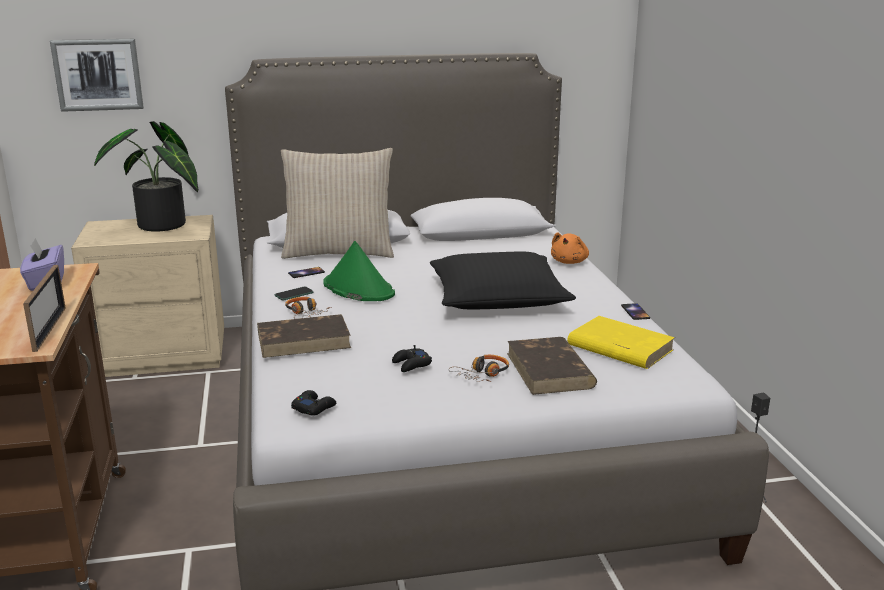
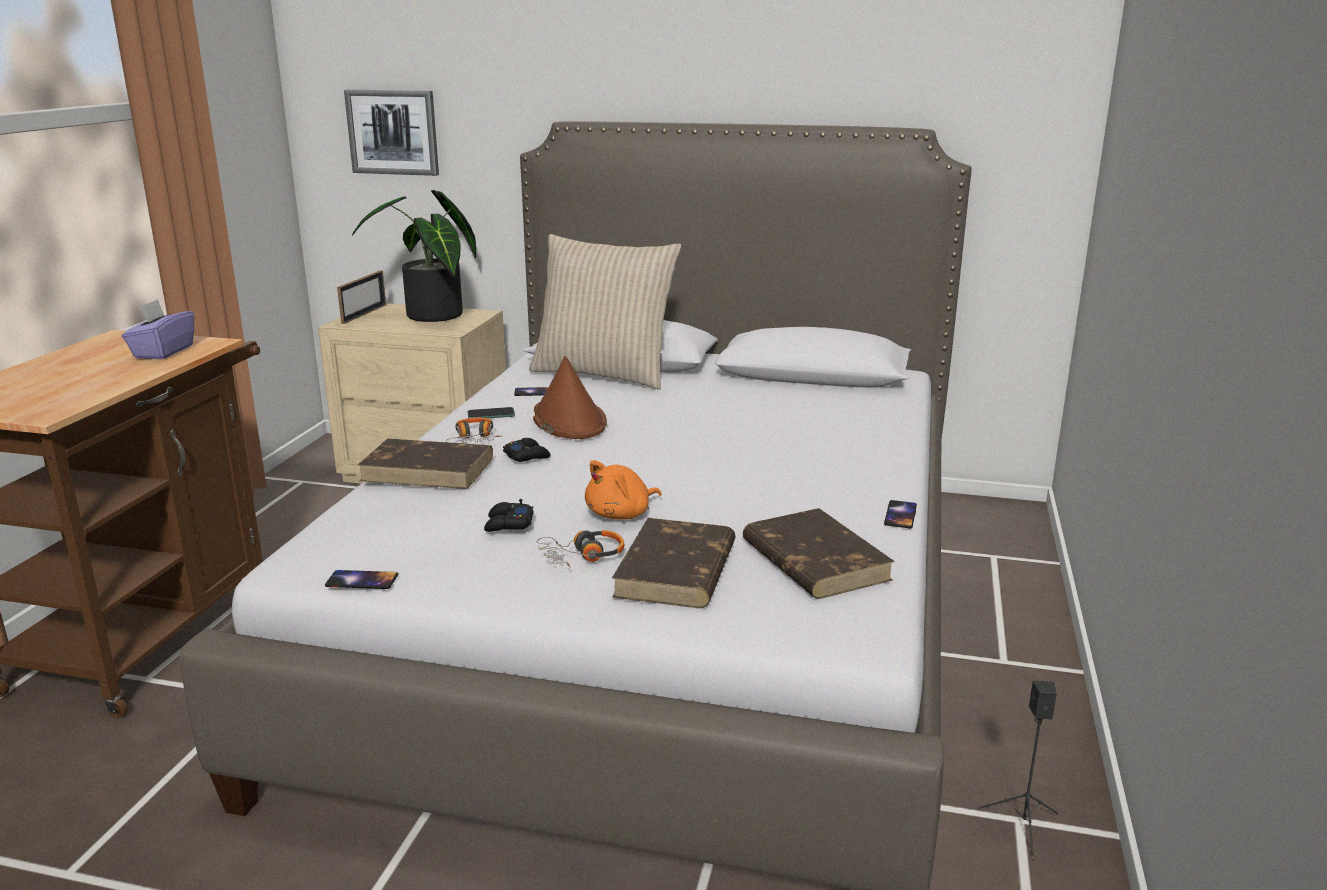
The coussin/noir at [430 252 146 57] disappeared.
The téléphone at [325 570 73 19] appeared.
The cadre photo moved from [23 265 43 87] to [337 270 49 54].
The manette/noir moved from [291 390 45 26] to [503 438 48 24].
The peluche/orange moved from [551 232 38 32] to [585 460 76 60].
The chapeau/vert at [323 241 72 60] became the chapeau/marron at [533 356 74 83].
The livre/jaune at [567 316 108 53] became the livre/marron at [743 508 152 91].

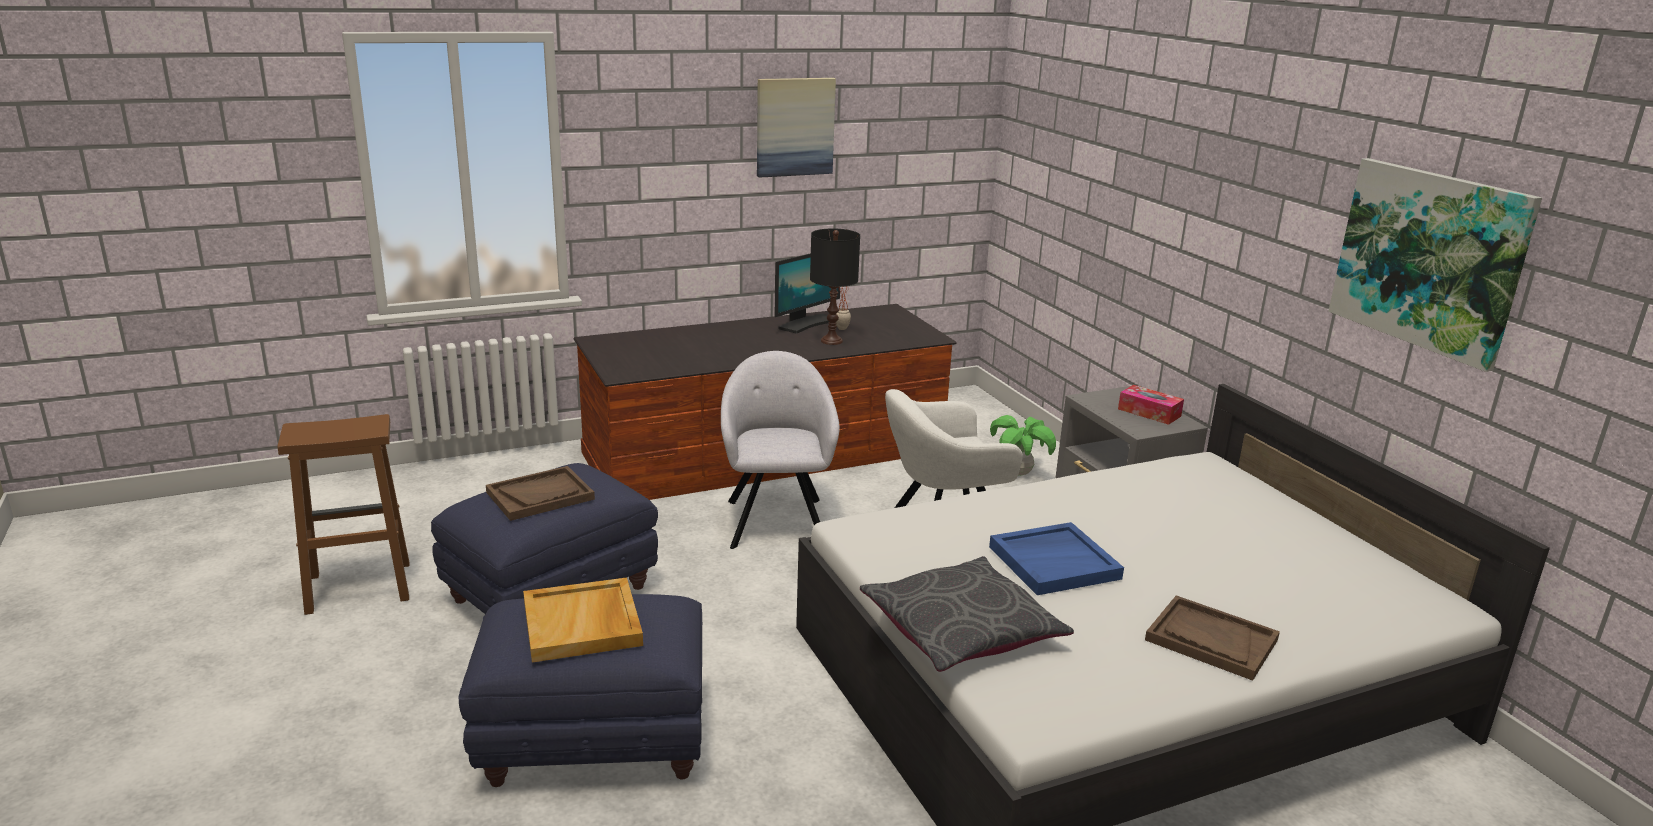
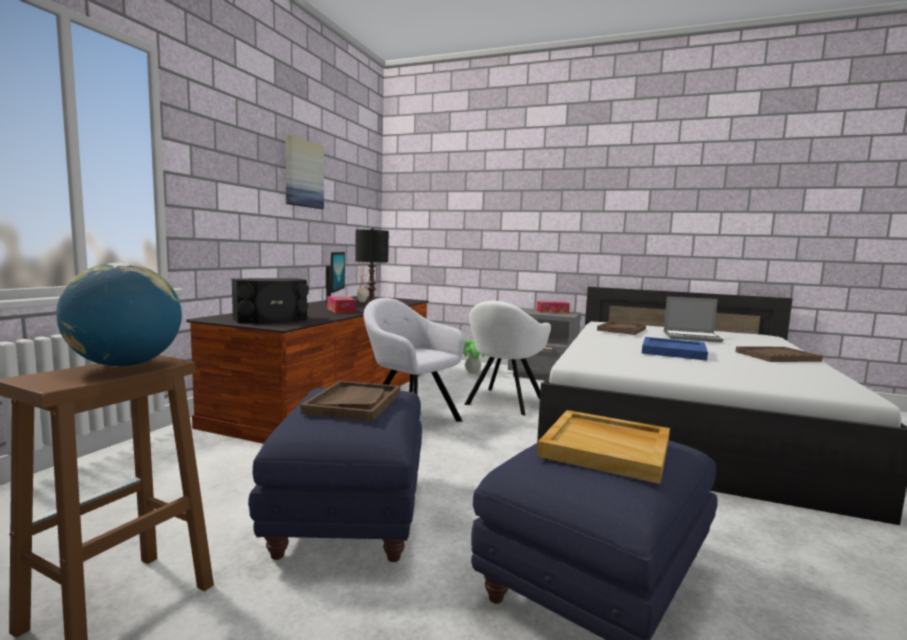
The coussin/gris at [860 556 214 116] disappeared.
The tableau at [1328 158 214 214] disappeared.
The globe at [56 263 126 104] appeared.
The enceinte/noir at [231 278 78 45] appeared.
The boîte à mouchoirs at [327 296 29 17] appeared.
The plateau/marron at [597 321 49 14] appeared.
The ordinateur portable at [663 296 61 46] appeared.

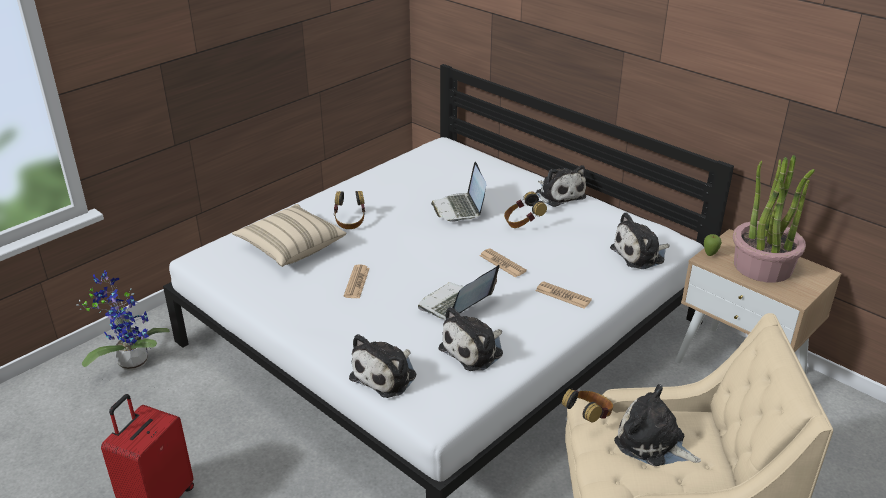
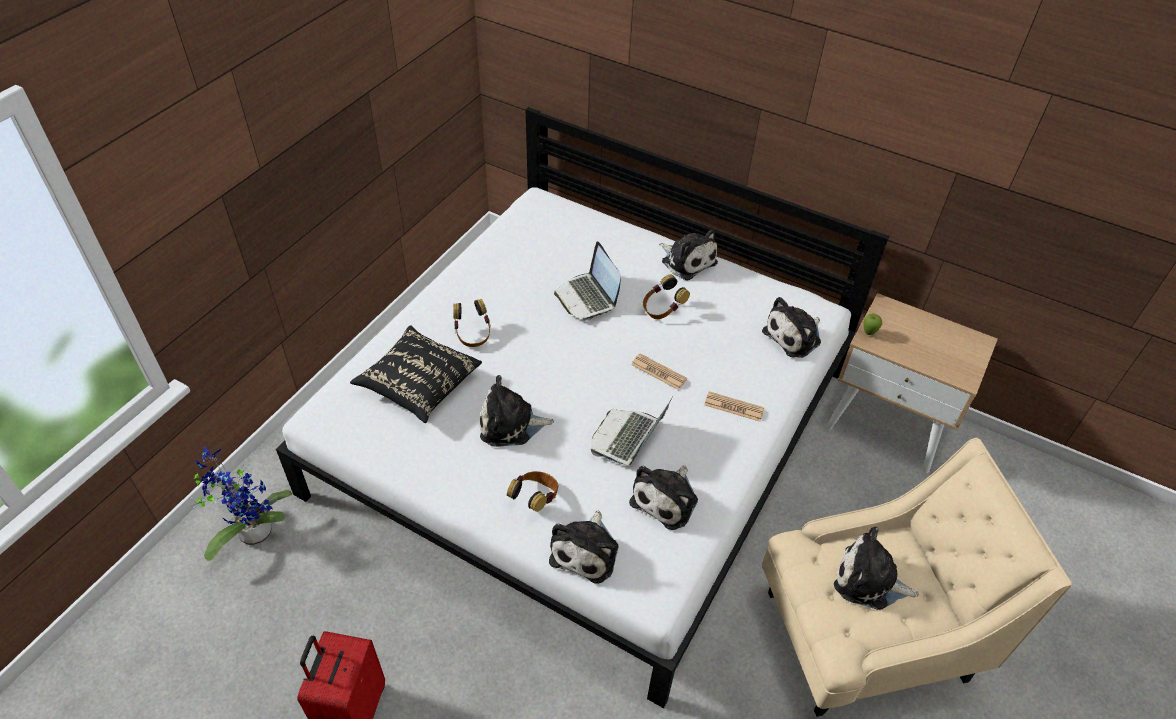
The plante en pot at [733 155 82 127] disappeared.
The casque audio moved from [562 389 51 34] to [507 471 51 41].
The journal at [344 265 26 34] was replaced by the peluche at [480 375 74 72].
The coussin/beige at [232 204 114 63] became the coussin/noir at [350 325 132 98].

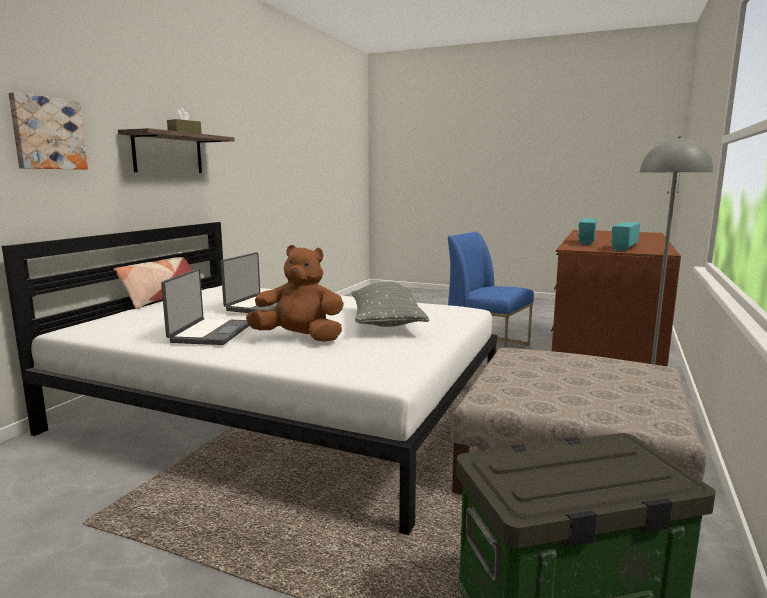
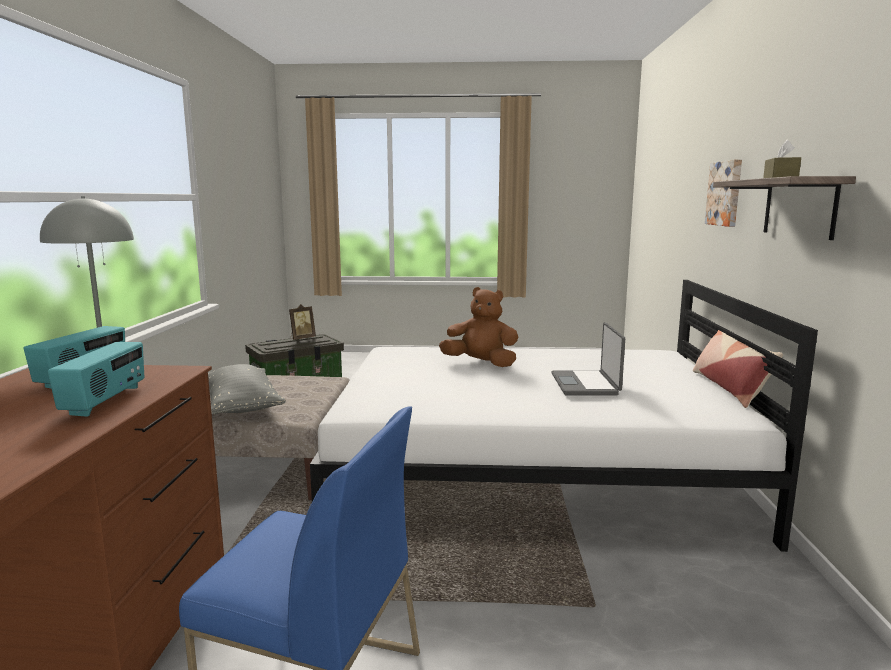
The ordinateur portable at [161 269 88 76] disappeared.
The cadre photo at [289 304 27 36] appeared.
The coussin/gris moved from [351 282 78 45] to [208 364 78 51].
The peluche/marron at [246 245 98 97] turned 150 degrees counterclockwise.

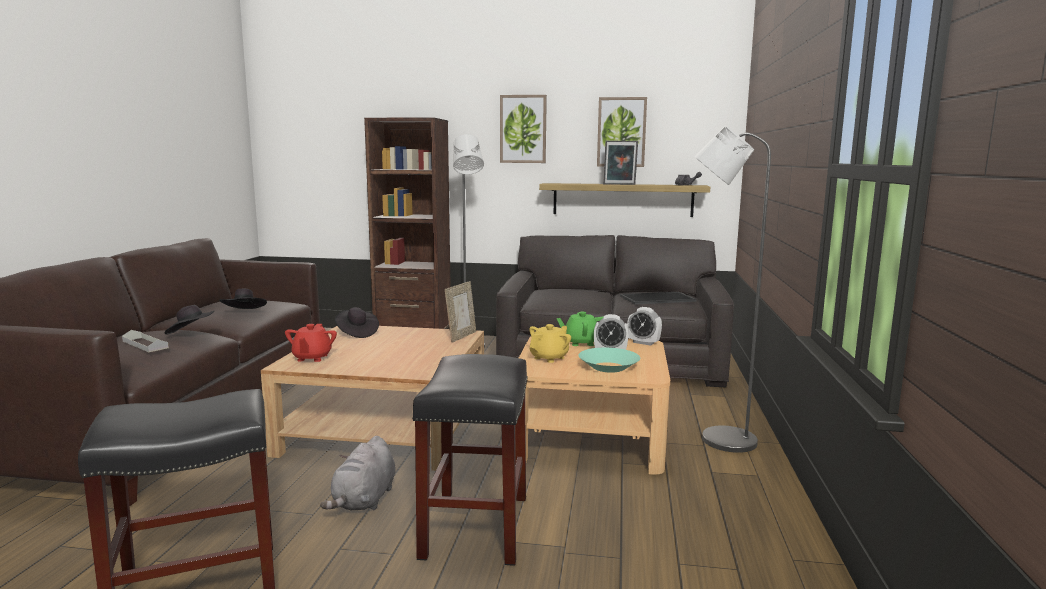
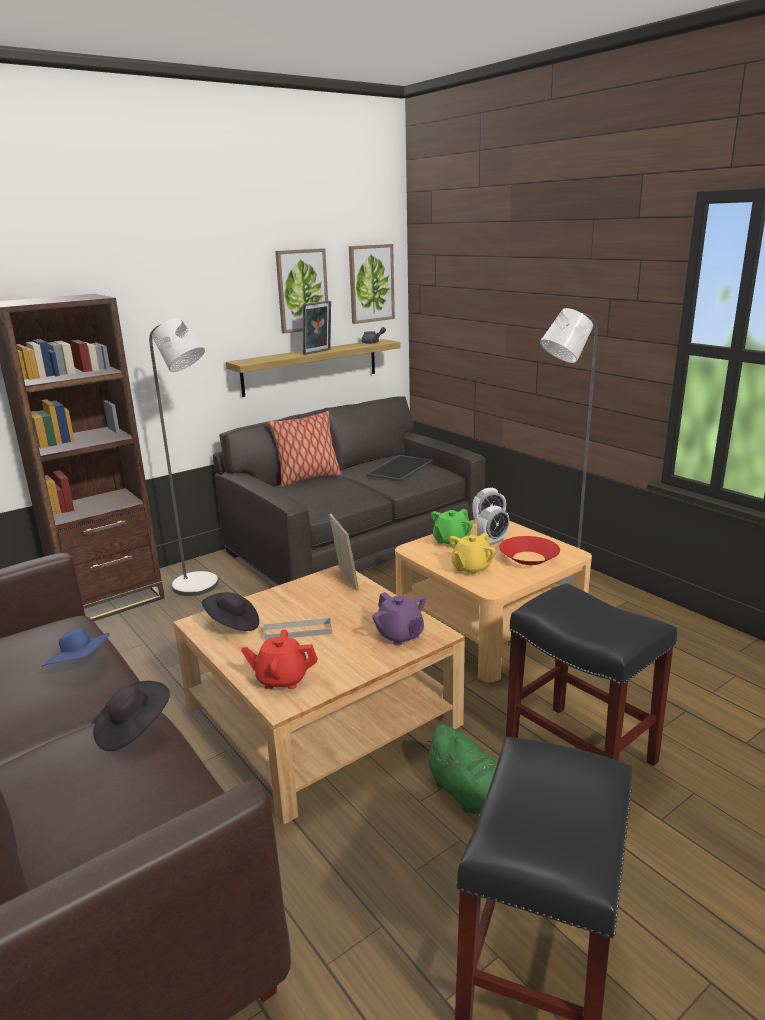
The coussin at [267 411 75 76] appeared.
The théière/violet at [372 592 54 54] appeared.
The plateau/gris moved from [122 330 47 22] to [264 617 68 23].
The tableau moved from [500 95 47 68] to [349 244 46 80].
The chapeau/noir at [219 288 48 21] became the chapeau/bleu at [41 628 69 39].
The peluche/gris at [320 436 75 74] became the peluche/vert at [423 724 74 90].
The bol/turquoise at [578 348 62 25] became the bol/rouge at [499 536 61 29].
The théière/rouge at [285 324 52 38] turned 135 degrees clockwise.
The théière/jaune at [529 324 42 39] turned 135 degrees counterclockwise.

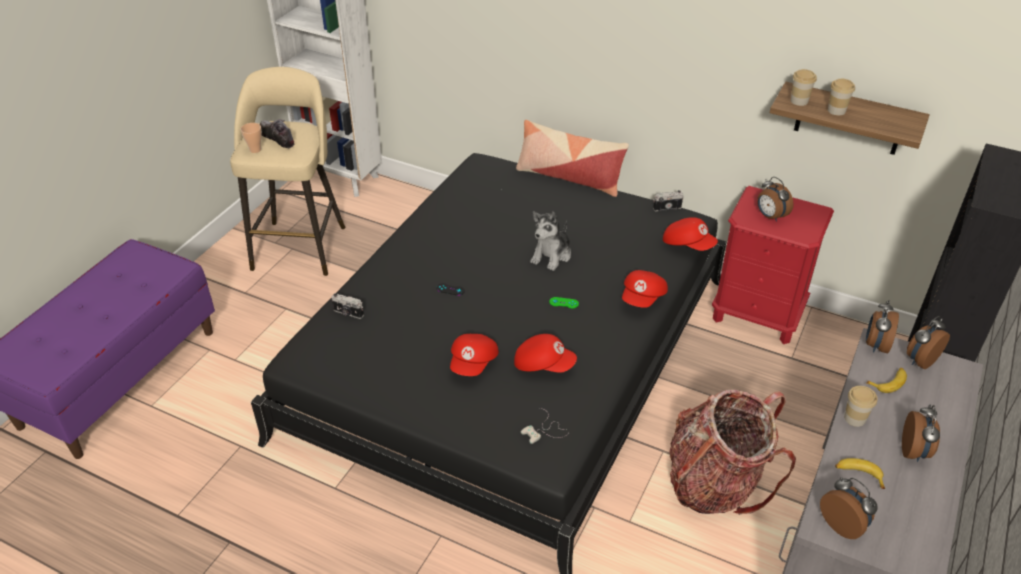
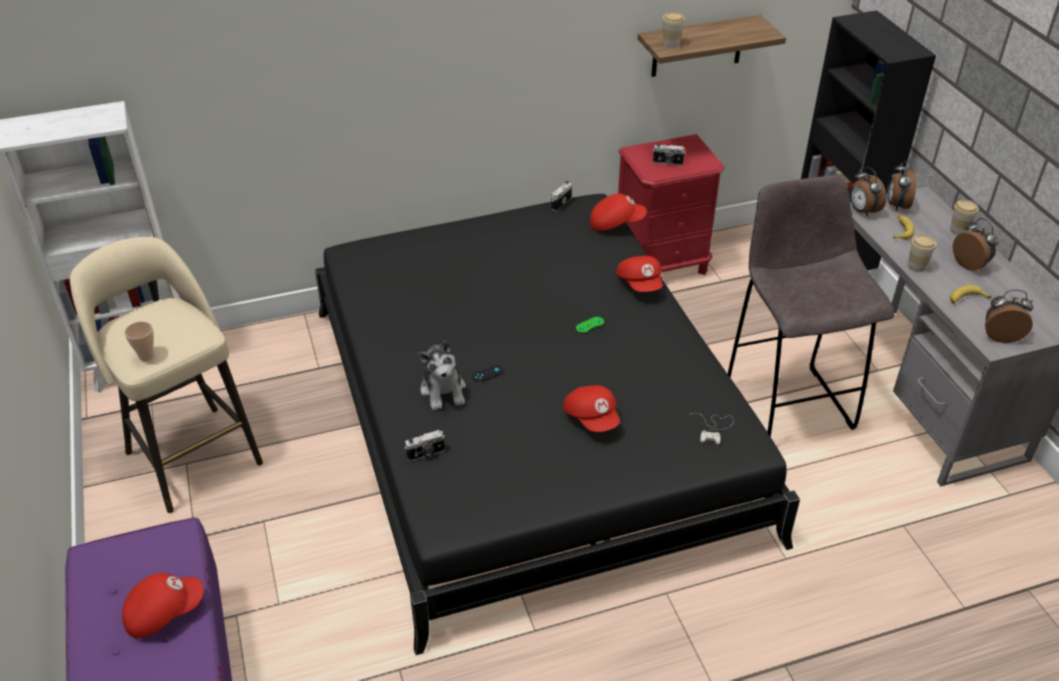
The chaussure at [260 119 34 30] disappeared.
The coussin at [516 120 113 77] disappeared.
The casquette/rouge moved from [514 334 63 39] to [122 573 81 65].
The peluche moved from [530 211 41 60] to [418 340 48 70].
The tasse moved from [828 79 27 36] to [950 200 29 35].
The sac à dos at [670 390 126 125] was replaced by the tabouret/gris at [728 175 166 262].
The réveil at [757 177 37 45] was replaced by the appareil photo at [653 144 33 22].

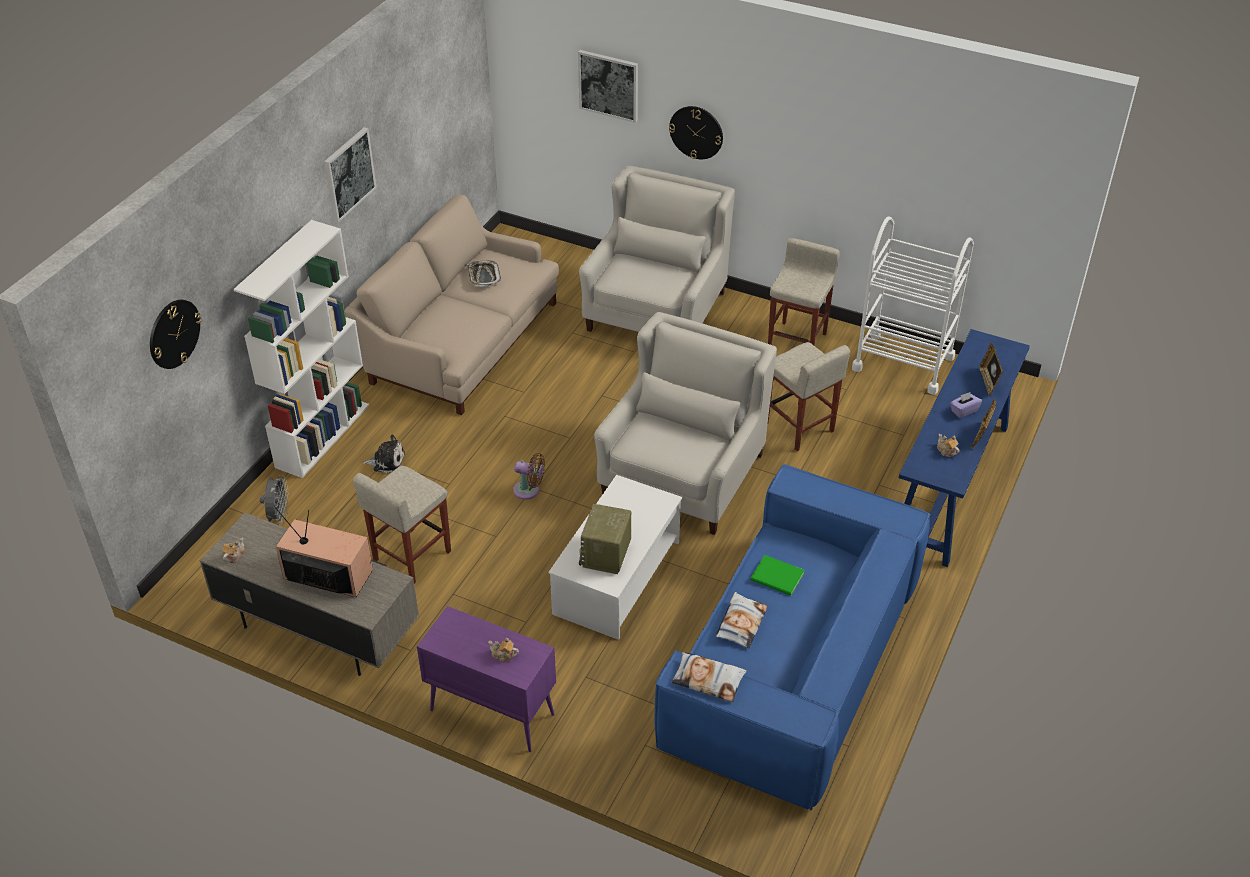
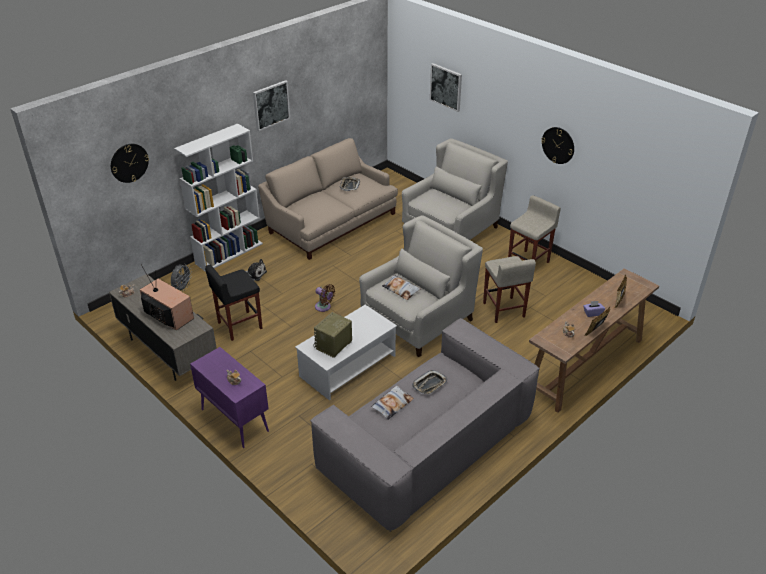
The chariot/blanc at [852 216 122 179] disappeared.
The horloge murale moved from [669 106 54 53] to [541 127 33 37].
The coussin moved from [671 652 76 50] to [382 275 39 25].
The livre/vert at [750 555 55 41] was replaced by the plateau at [412 370 36 24].
The tabouret/beige at [353 466 98 118] became the tabouret/noir at [205 264 58 77].
The canapé/bleu at [655 464 275 347] became the canapé/gris at [310 318 230 214].
The table console/bleu at [899 329 131 238] became the table console/marron at [529 268 130 145].

